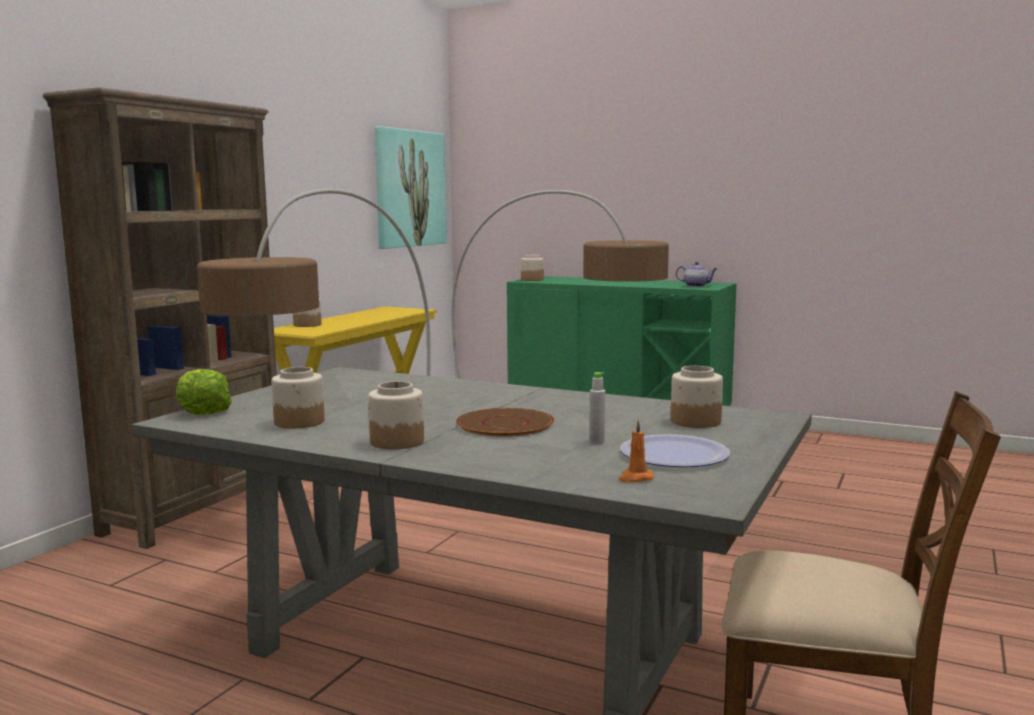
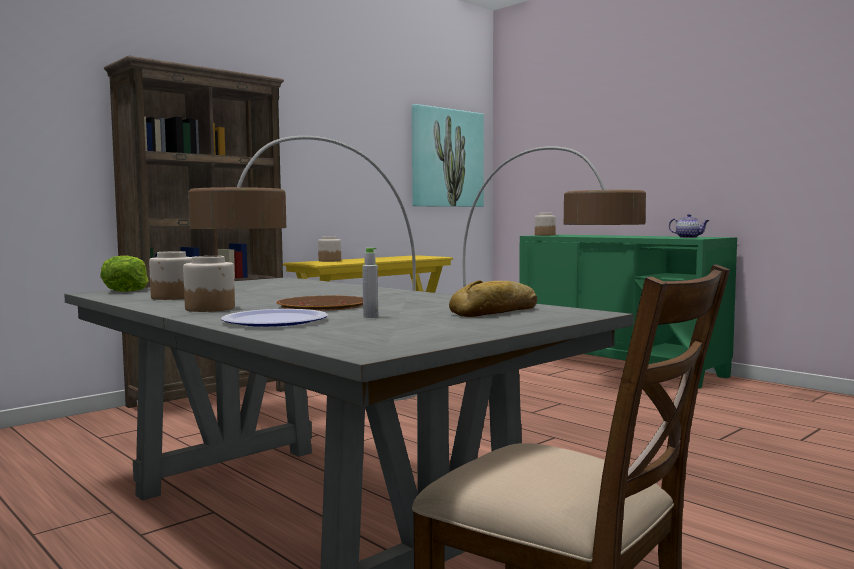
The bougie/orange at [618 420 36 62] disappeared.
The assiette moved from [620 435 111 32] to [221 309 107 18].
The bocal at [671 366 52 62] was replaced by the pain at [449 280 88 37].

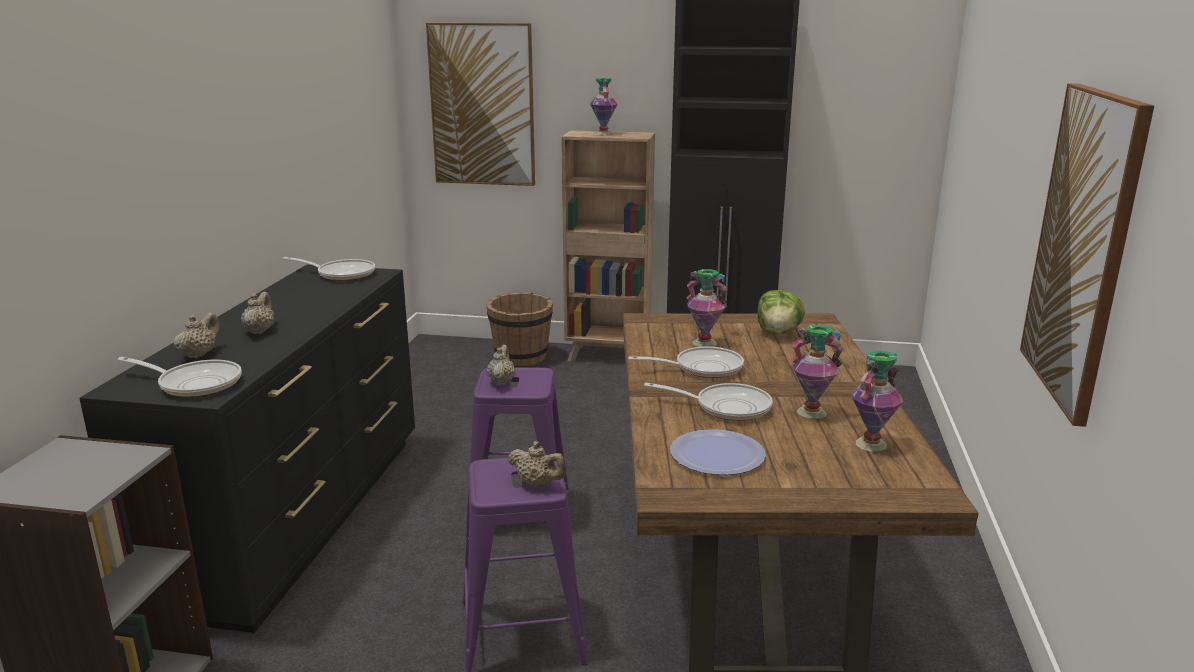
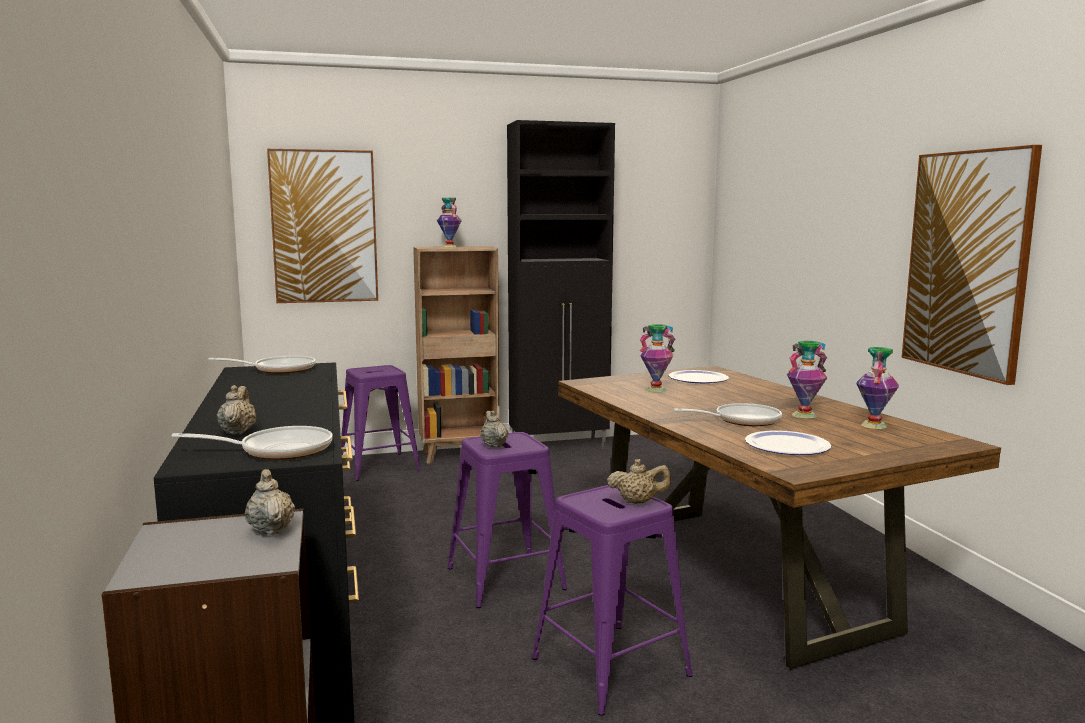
The poêle at [628 346 116 32] disappeared.
The théière/beige moved from [241 292 34 42] to [245 469 50 66].
The seau/marron at [486 292 67 74] was replaced by the tabouret/violet at [341 365 80 116].
The laitue at [758 290 47 44] was replaced by the assiette at [669 370 60 13].

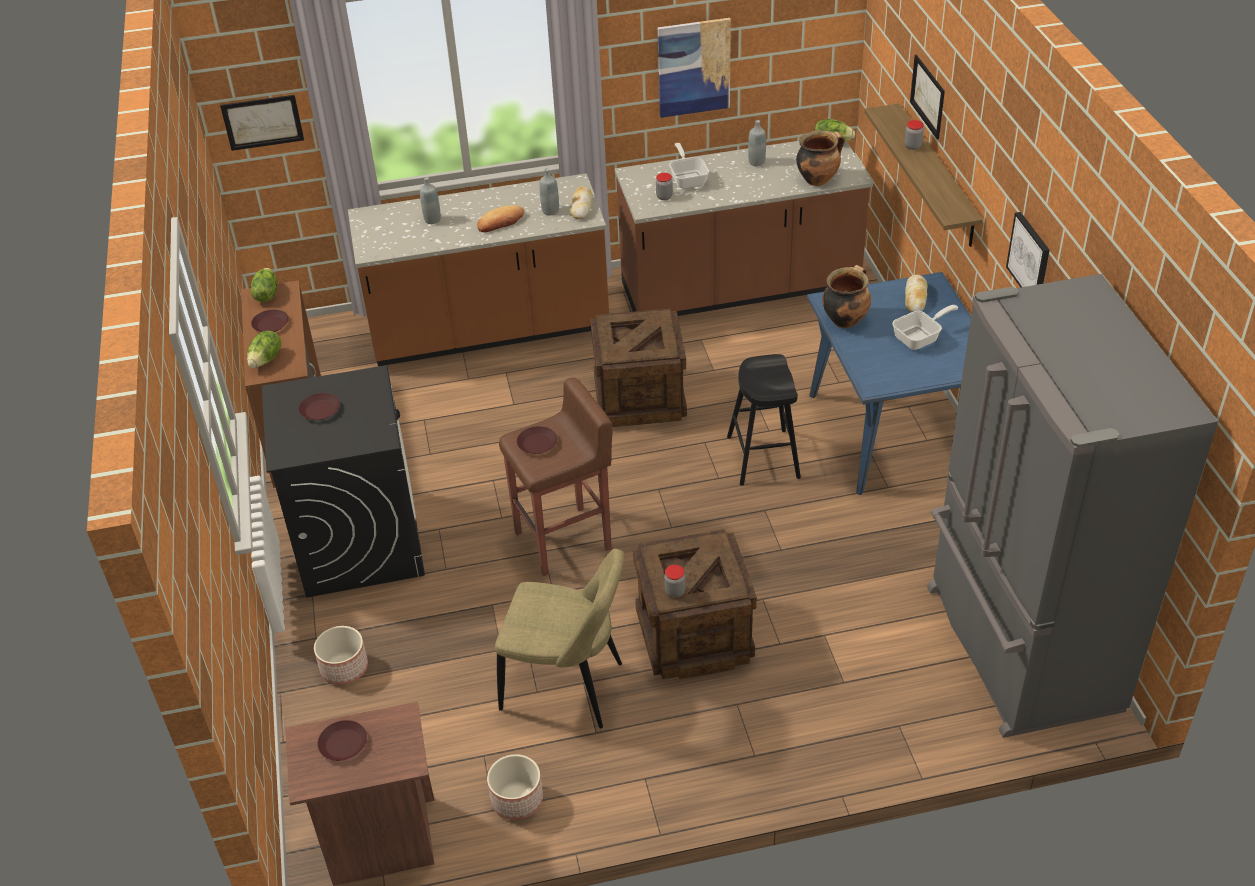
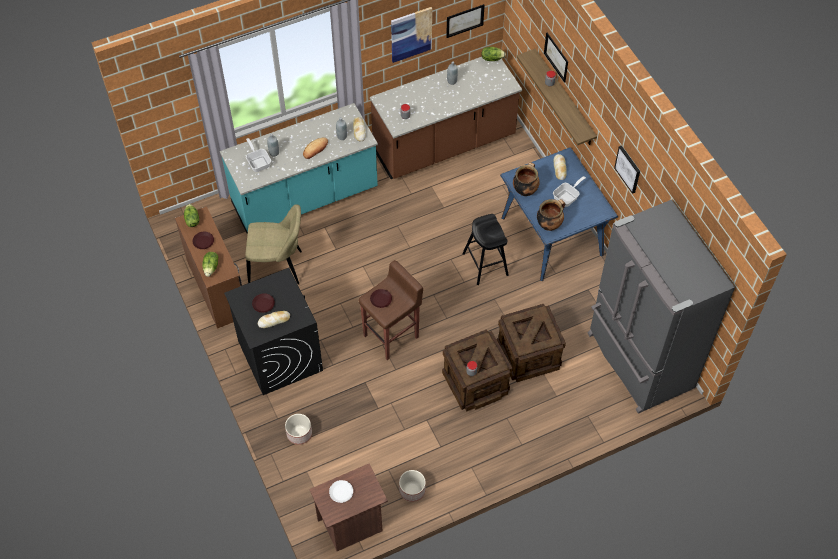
The pain at [258 311 32 17] appeared.
The tableau moved from [220 95 84 56] to [446 4 39 34].
The chaise/beige moved from [495 549 129 179] to [245 204 57 81].
The caisse moved from [590 308 97 119] to [497 304 69 78].
The poêle moved from [669 143 40 46] to [246 138 25 34].
The marmite moved from [796 130 48 56] to [537 199 28 32].
The assiette/marron at [318 720 49 41] became the assiette/blanc at [329 480 24 23].
The comptoir de cuisine/marron at [348 173 261 193] became the comptoir de cuisine/turquoise at [220 103 158 131].

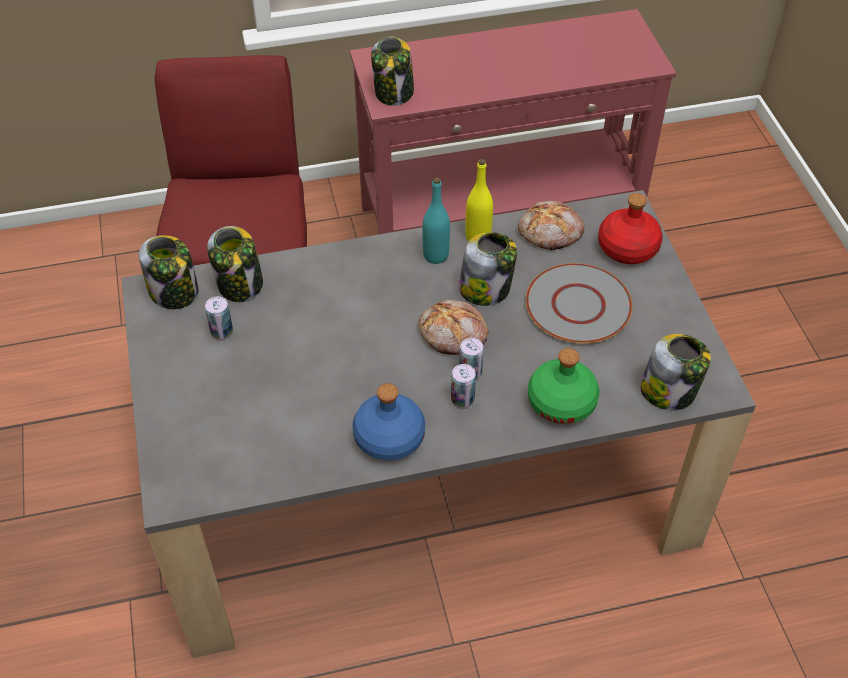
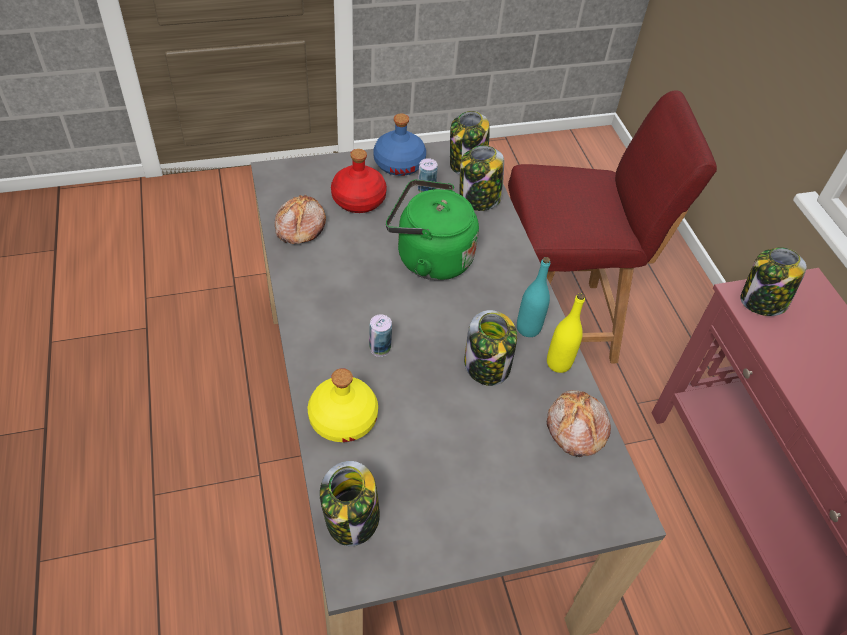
The boîte métallique at [451 364 25 46] disappeared.
The assiette/gris at [526 263 106 80] disappeared.
The bouilloire/vert at [386 179 93 101] appeared.
The bouteille/bleu moved from [352 383 73 78] to [373 113 53 63].
The pain moved from [418 300 71 55] to [275 194 51 50].
The bouteille/rouge moved from [598 193 65 71] to [331 149 56 64].
The bouteille/vert at [528 348 71 76] became the bouteille/jaune at [308 368 70 74].

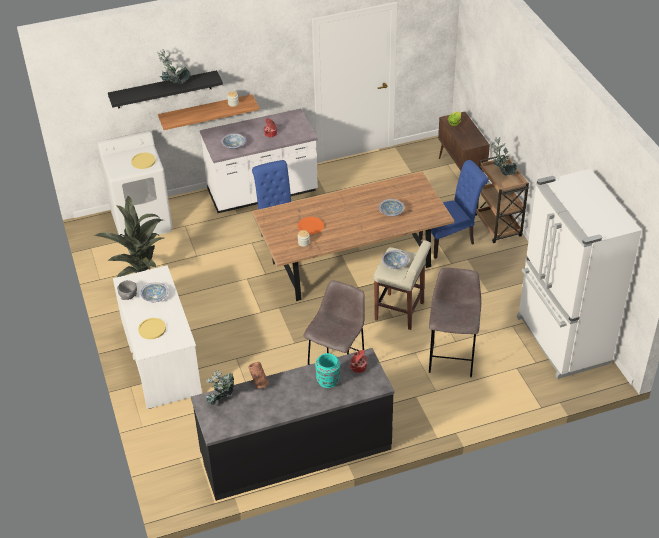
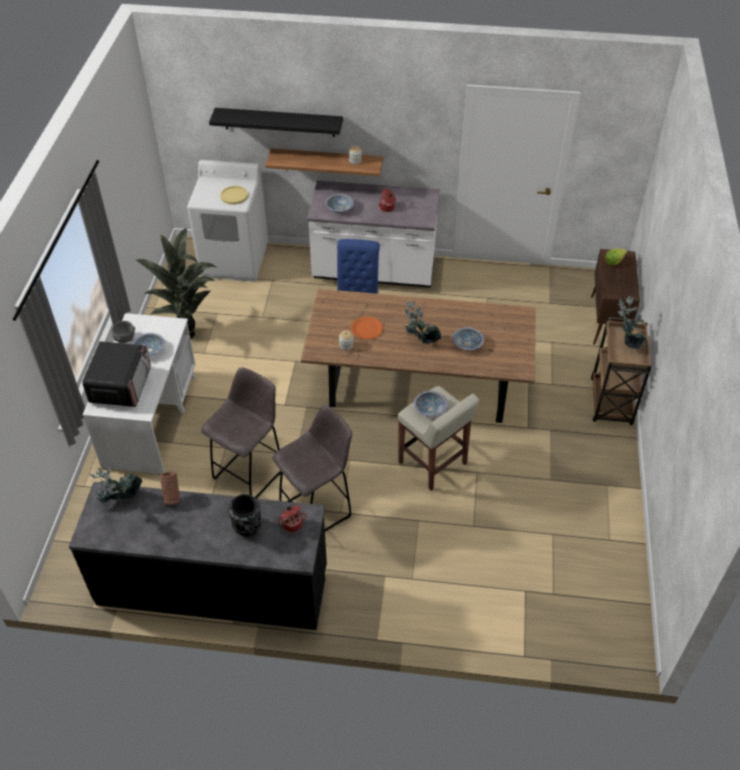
The chaise/bleu at [419 160 70 99] disappeared.
The réfrigérateur/blanc at [517 169 125 210] disappeared.
The plante en pot moved from [157 49 34 35] to [404 300 37 44].
The tabouret/gris moved from [429 268 52 109] to [201 367 80 132].
The assiette/jaune at [138 318 28 21] was replaced by the micro-ondes at [83 341 68 66].
The vase/turquoise at [315 353 25 35] became the vase/noir at [228 494 34 43].

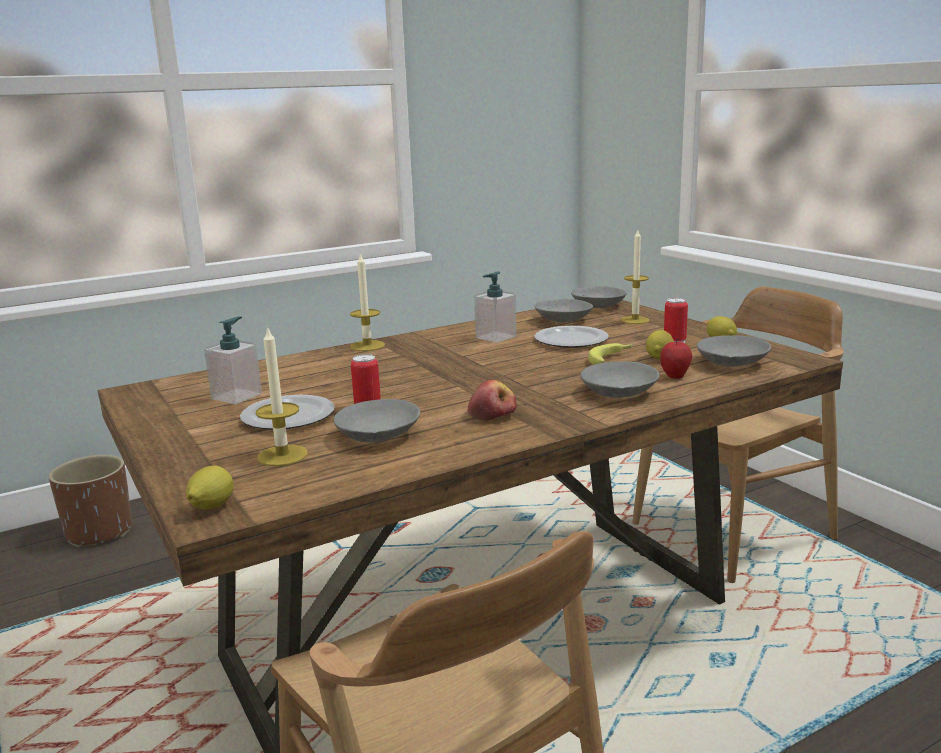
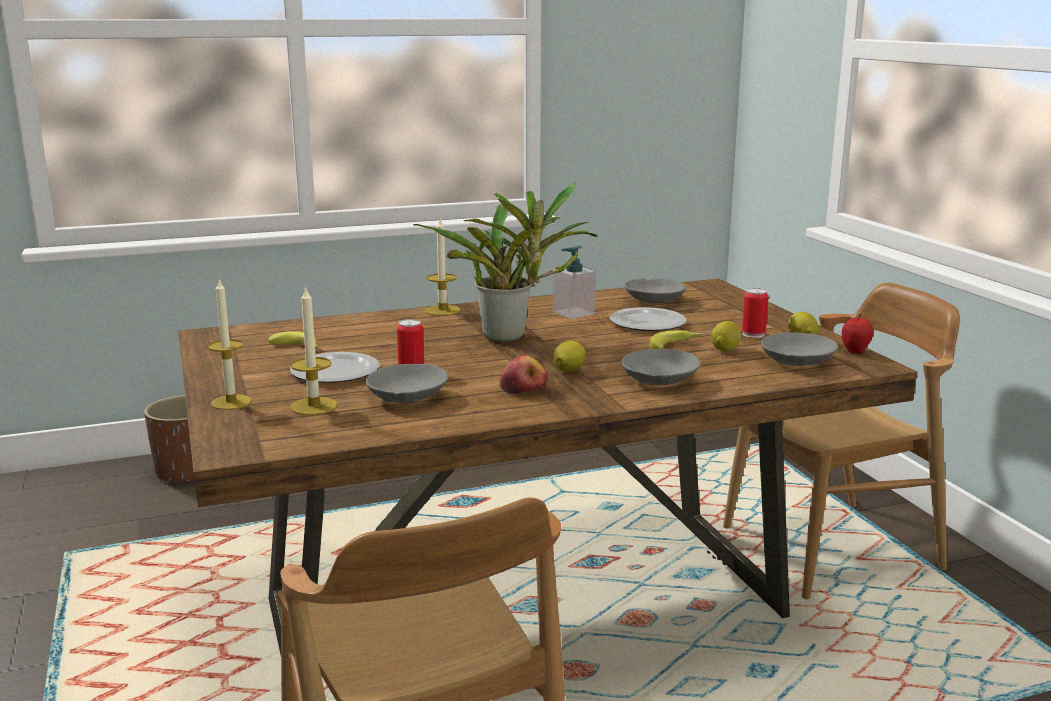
The bol/gris at [571 286 56 22] disappeared.
The plante en pot at [413 182 184 160] appeared.
The citron moved from [186 466 47 44] to [553 341 33 31].
The bougie moved from [621 230 29 94] to [208 279 44 131].
The pomme moved from [660 338 32 41] to [842 314 32 40].
The distributeur de savon at [204 316 58 88] was replaced by the banane at [268 331 50 17].

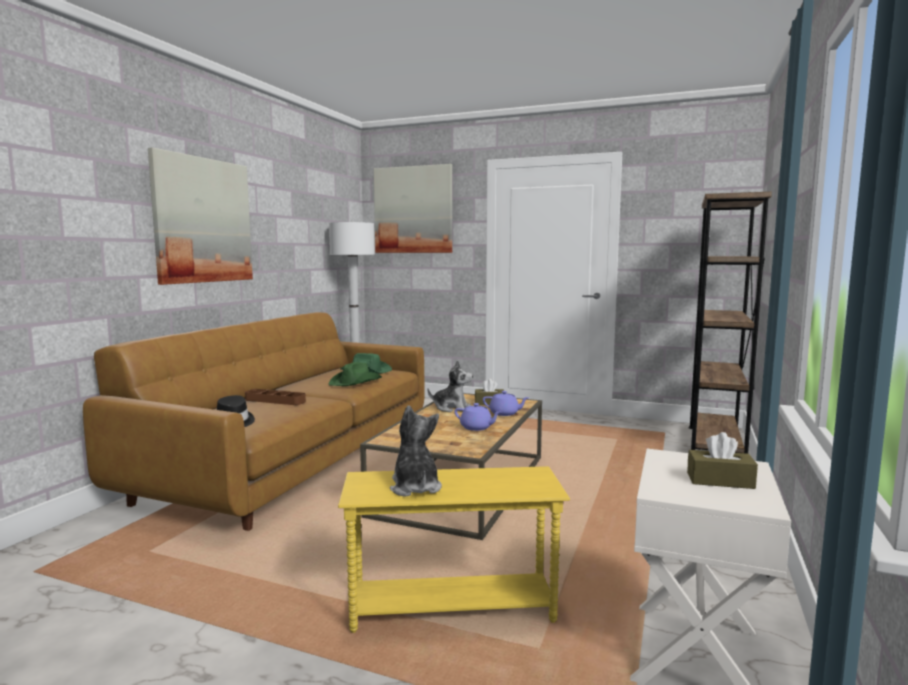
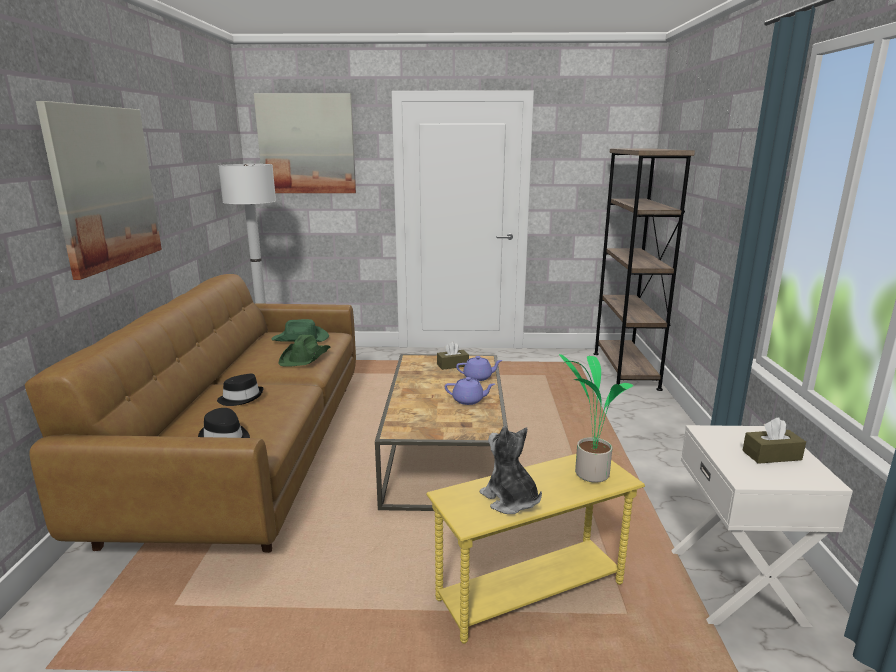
The peluche at [428 360 45 52] disappeared.
The plante en pot at [559 354 75 129] appeared.
The plateau/marron at [245 389 61 16] was replaced by the chapeau/noir at [217 374 47 32].

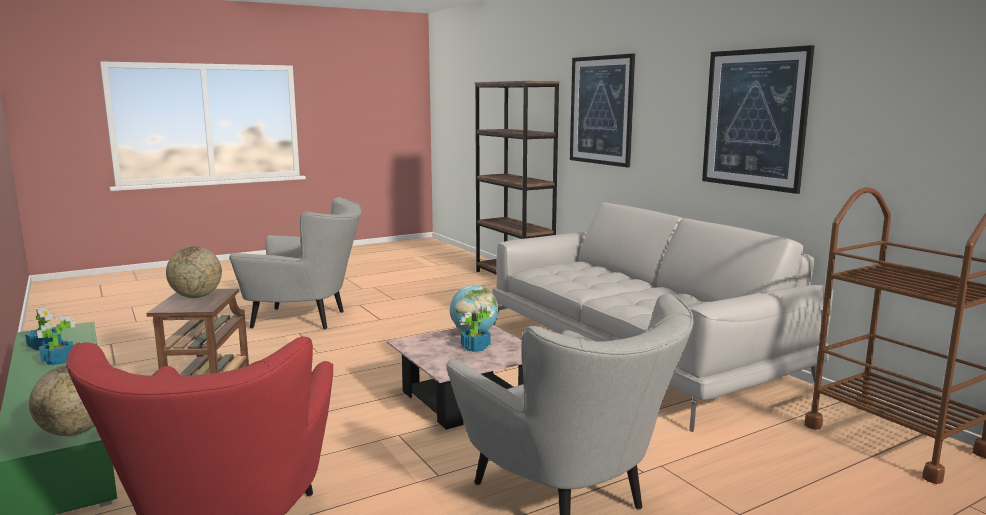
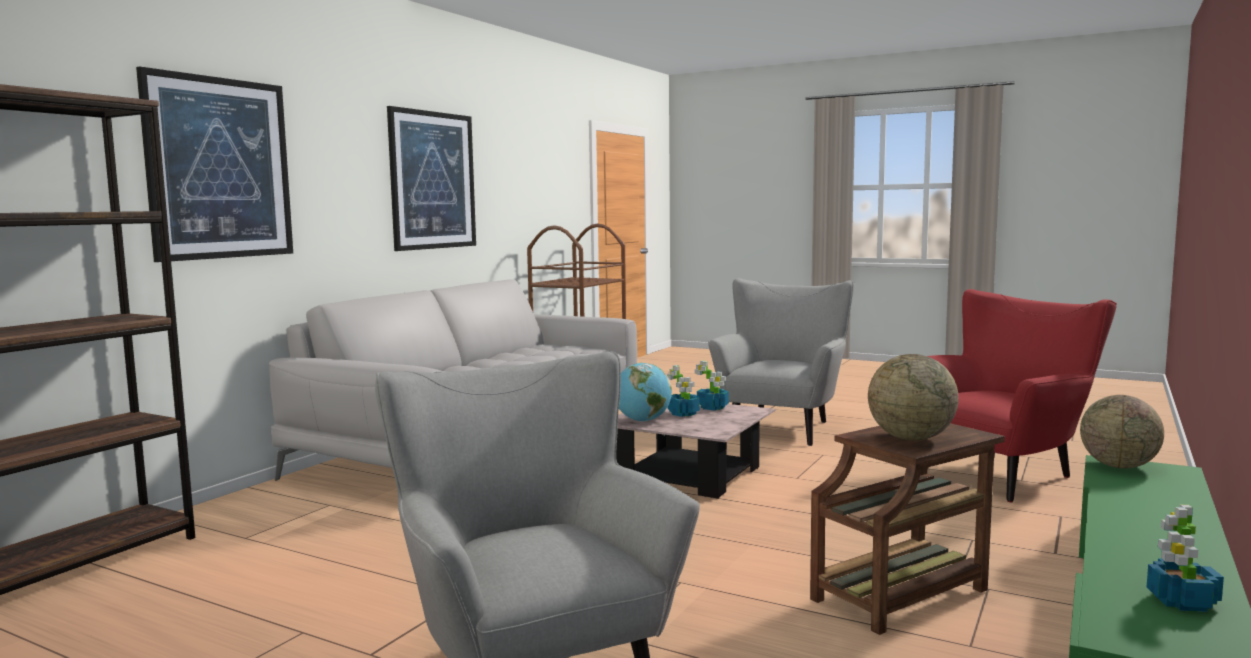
The plante en pot moved from [37 316 39 49] to [694 360 35 50].

